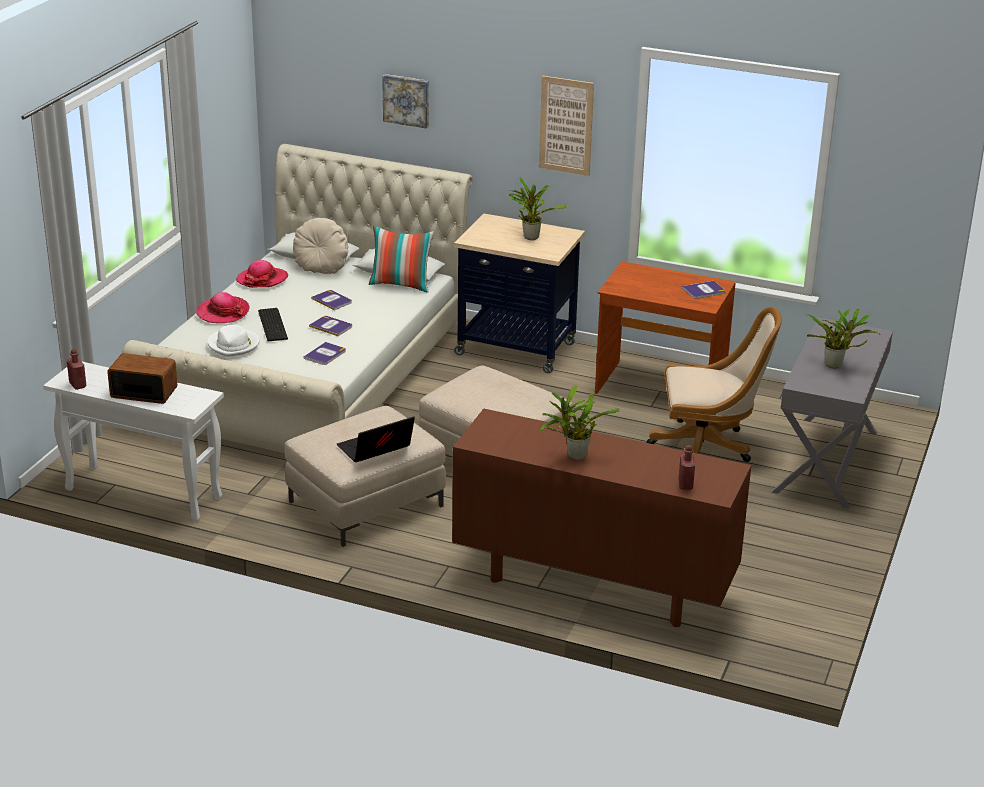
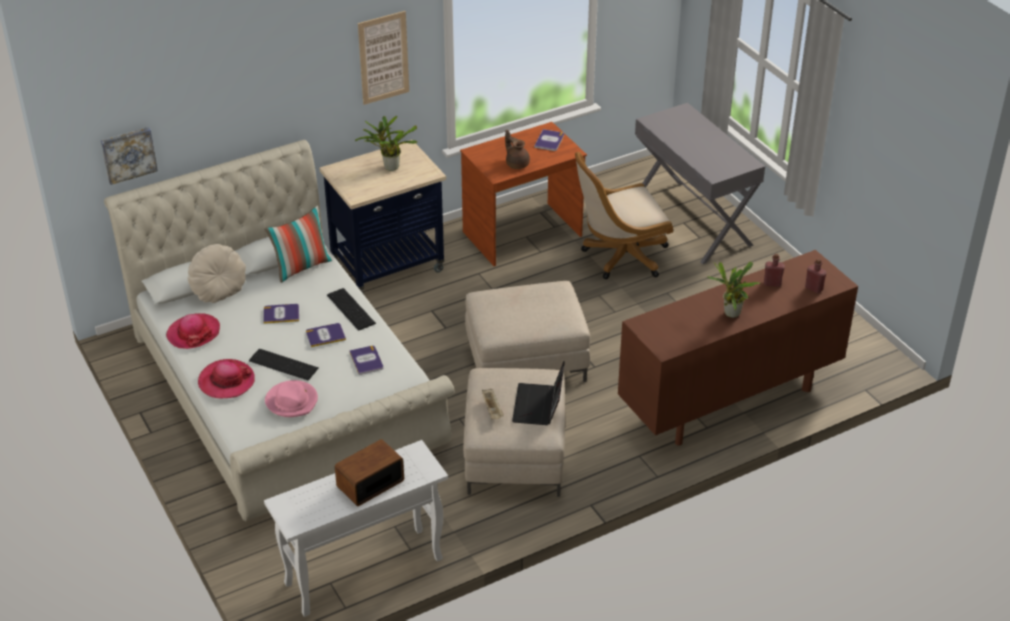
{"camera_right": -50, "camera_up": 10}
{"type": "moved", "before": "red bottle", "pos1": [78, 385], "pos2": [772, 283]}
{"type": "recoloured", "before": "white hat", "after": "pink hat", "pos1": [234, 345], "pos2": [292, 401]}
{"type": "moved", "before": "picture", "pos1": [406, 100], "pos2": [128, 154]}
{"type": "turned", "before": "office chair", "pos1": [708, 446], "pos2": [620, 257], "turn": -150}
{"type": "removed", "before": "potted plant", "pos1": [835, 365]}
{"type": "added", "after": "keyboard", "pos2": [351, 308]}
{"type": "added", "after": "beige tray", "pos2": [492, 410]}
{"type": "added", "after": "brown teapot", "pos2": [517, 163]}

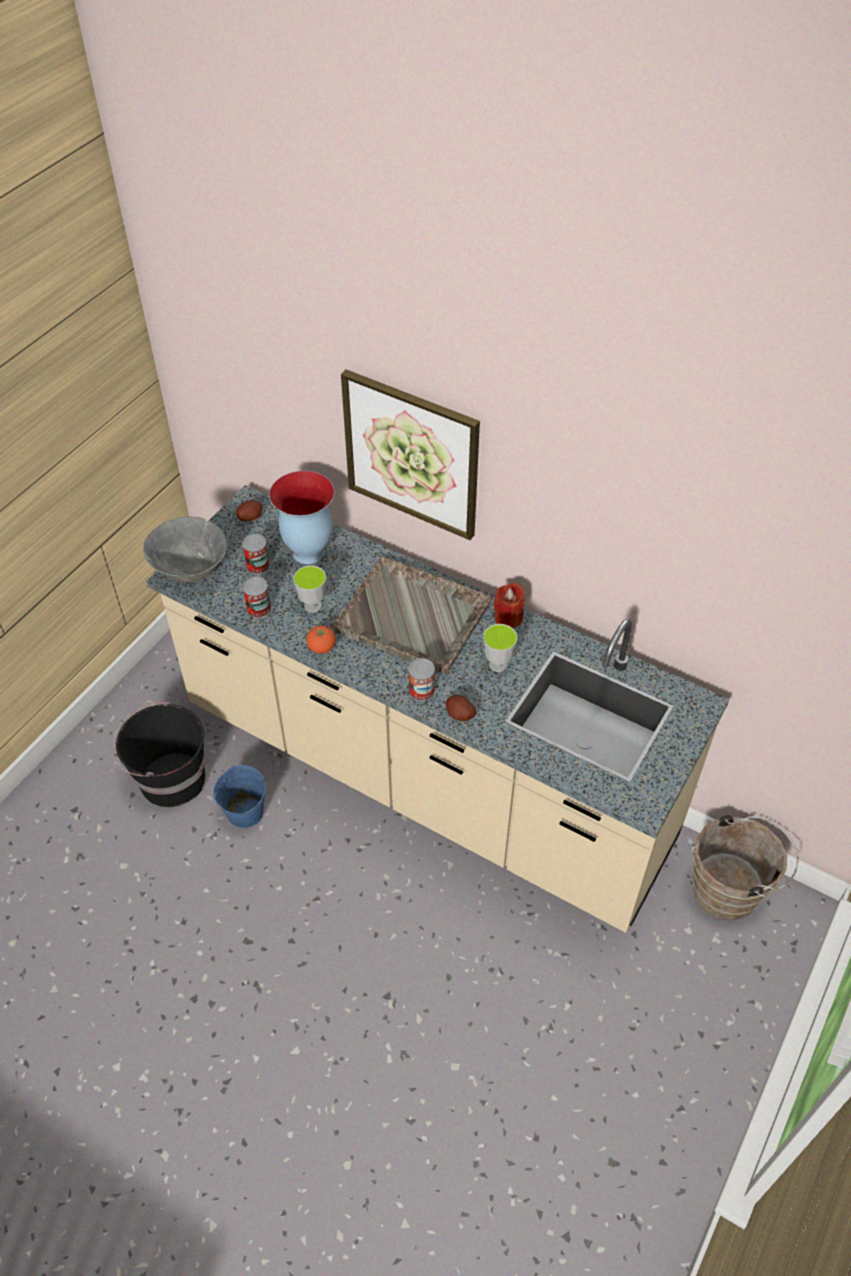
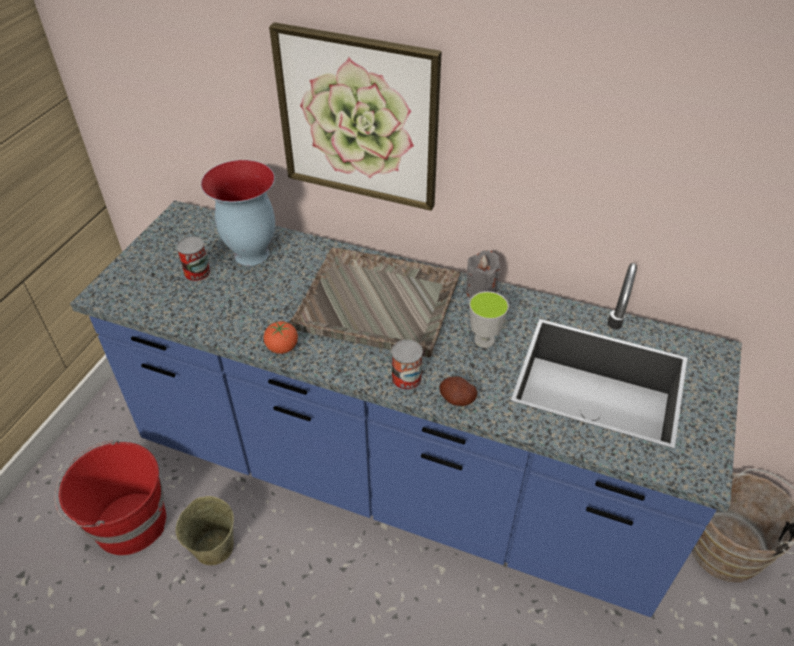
{"camera_right": -10, "camera_up": -5}
{"type": "recoloured", "before": "black bucket", "after": "red bucket", "pos1": [171, 779], "pos2": [129, 523]}
{"type": "removed", "before": "grey bowl", "pos1": [191, 572]}
{"type": "recoloured", "before": "beige counter", "after": "blue counter", "pos1": [425, 776], "pos2": [397, 479]}
{"type": "recoloured", "before": "blue bucket", "after": "beige bucket", "pos1": [245, 811], "pos2": [214, 546]}
{"type": "removed", "before": "potato", "pos1": [250, 517]}
{"type": "removed", "before": "can", "pos1": [259, 608]}
{"type": "removed", "before": "cup", "pos1": [313, 606]}
{"type": "recoloured", "before": "red candle", "after": "grey candle", "pos1": [508, 617], "pos2": [481, 291]}

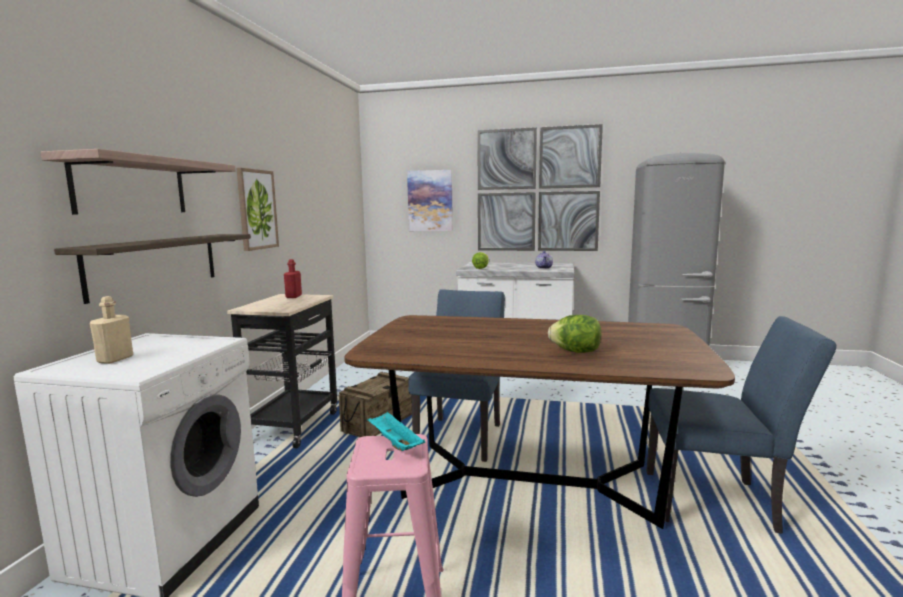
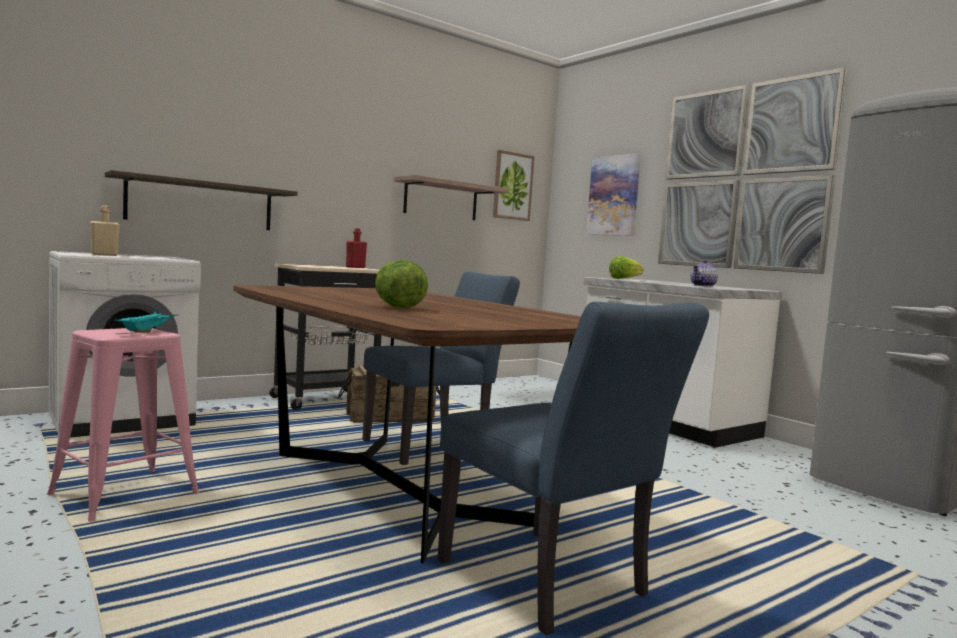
{"camera_right": 40, "camera_up": -5}
{"type": "moved", "before": "shelf", "pos1": [131, 187], "pos2": [441, 200]}
{"type": "moved", "before": "picture", "pos1": [257, 209], "pos2": [512, 186]}

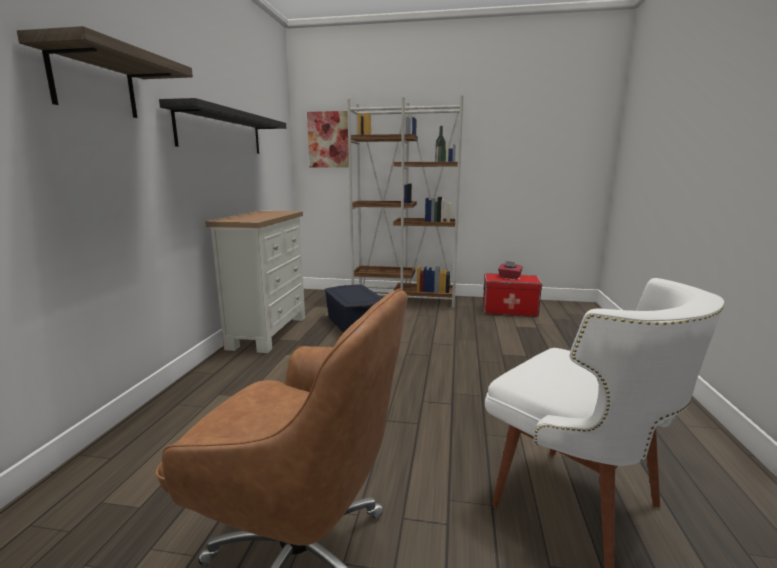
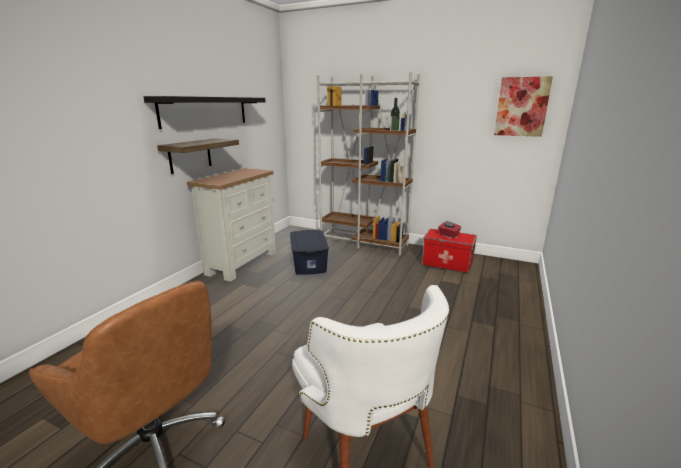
{"camera_right": 15, "camera_up": 5}
{"type": "moved", "before": "shelf", "pos1": [94, 83], "pos2": [190, 155]}
{"type": "moved", "before": "picture", "pos1": [329, 140], "pos2": [521, 107]}

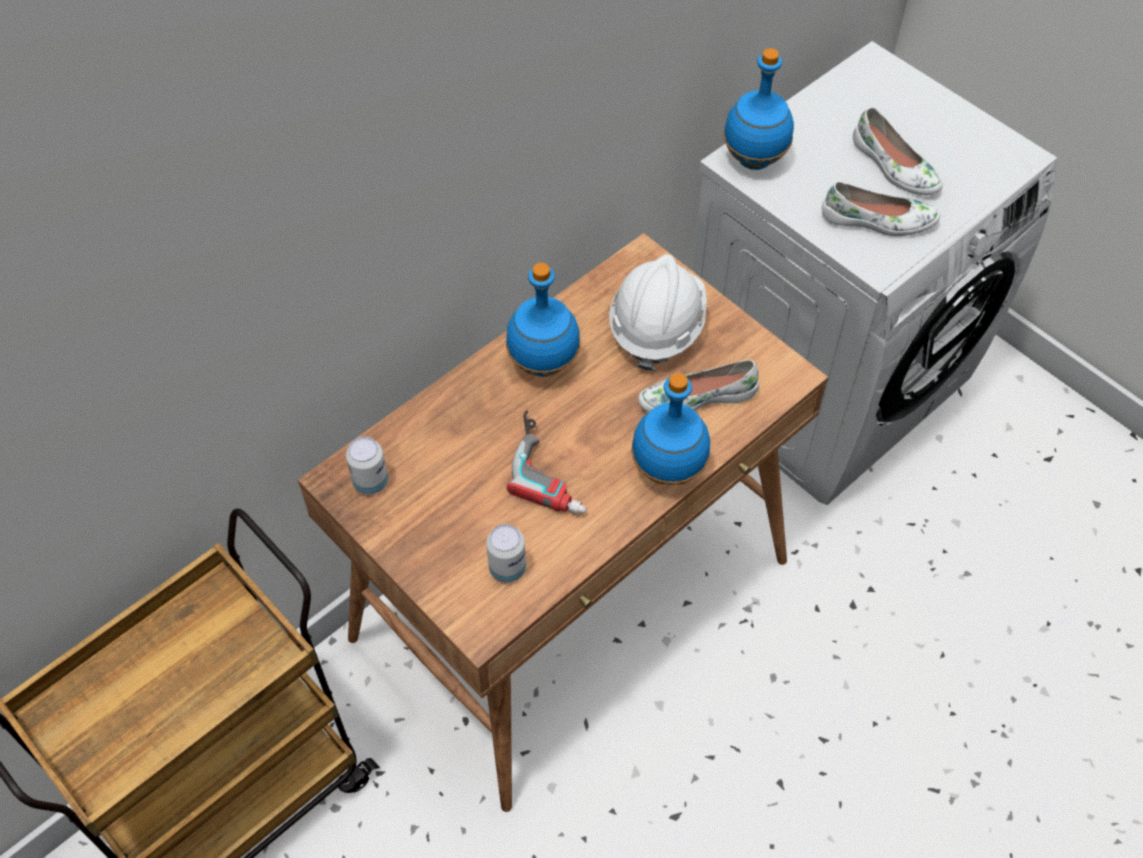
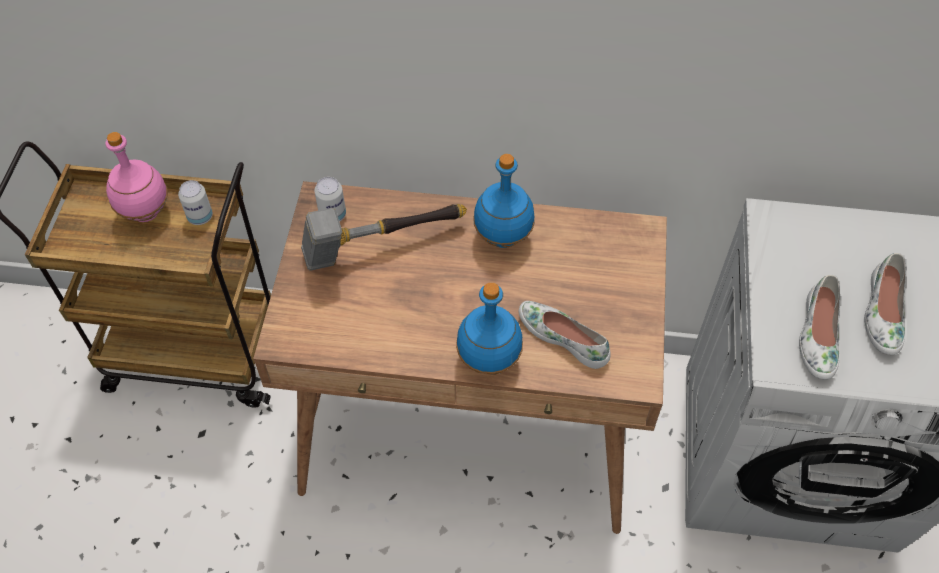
{"camera_right": 50, "camera_up": 0}
{"type": "moved", "before": "can", "pos1": [507, 568], "pos2": [200, 217]}
{"type": "removed", "before": "power drill", "pos1": [553, 468]}
{"type": "removed", "before": "white hard hat", "pos1": [656, 327]}
{"type": "removed", "before": "blue bottle", "pos1": [753, 159]}
{"type": "turned", "before": "white shoe", "pos1": [878, 221], "pos2": [817, 336], "turn": 45}
{"type": "added", "after": "pink bottle", "pos2": [146, 212]}
{"type": "added", "after": "hammer", "pos2": [381, 248]}

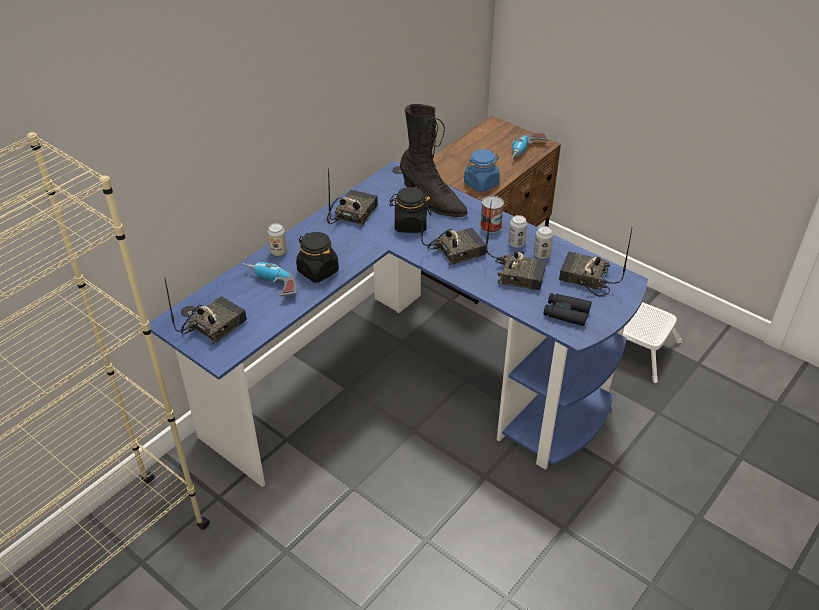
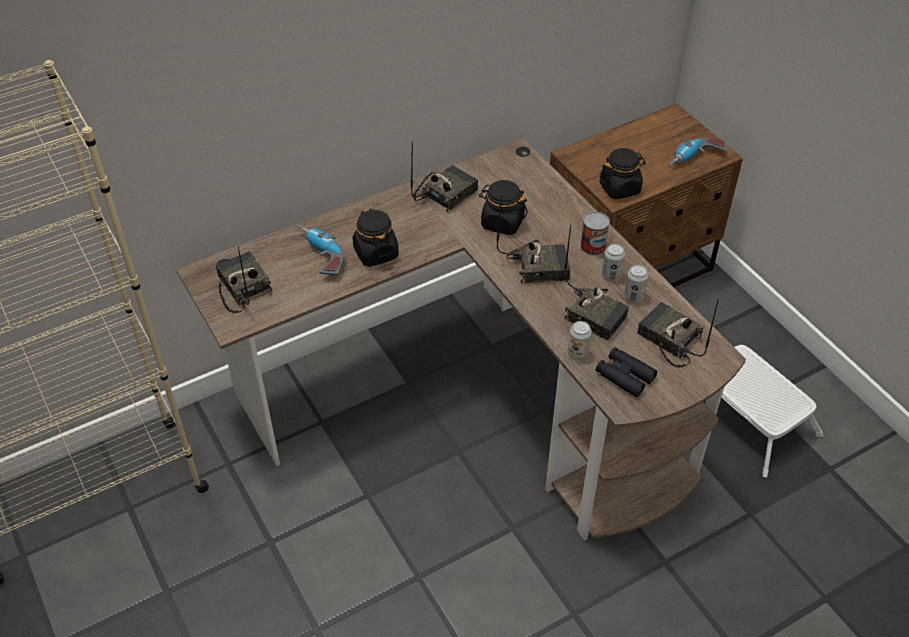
{"camera_right": 20, "camera_up": 5}
{"type": "recoloured", "before": "blue desk", "after": "brown desk", "pos1": [409, 384], "pos2": [477, 397]}
{"type": "turned", "before": "radio", "pos1": [214, 325], "pos2": [241, 287], "turn": -90}
{"type": "moved", "before": "can", "pos1": [278, 252], "pos2": [577, 353]}
{"type": "removed", "before": "black boot", "pos1": [432, 201]}
{"type": "recoloured", "before": "blue jar", "after": "black jar", "pos1": [481, 184], "pos2": [620, 188]}

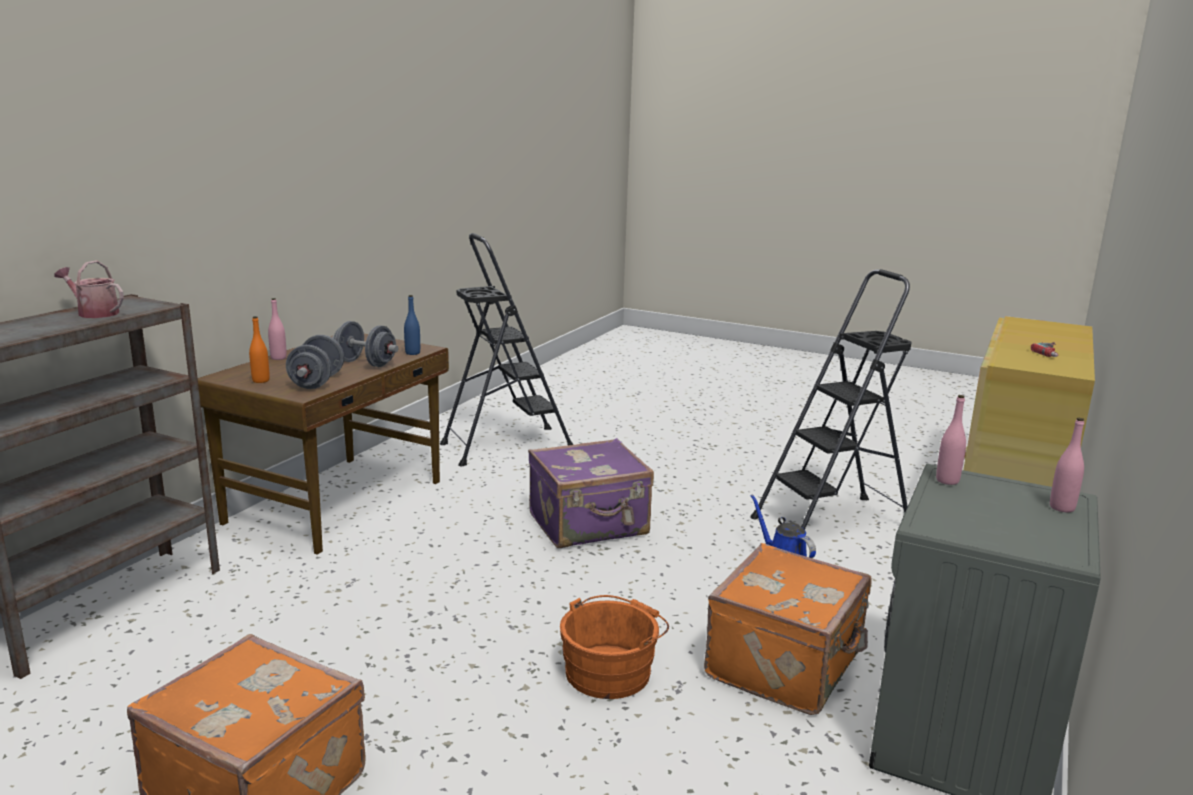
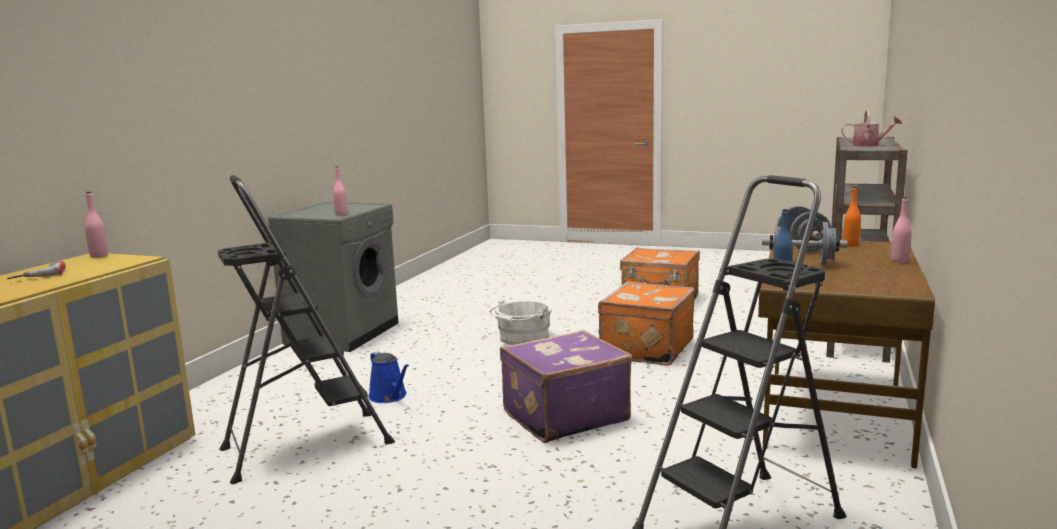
{"camera_right": 175, "camera_up": -5}
{"type": "recoloured", "before": "orange bucket", "after": "white bucket", "pos1": [611, 670], "pos2": [522, 339]}
{"type": "moved", "before": "orange suitcase", "pos1": [787, 665], "pos2": [645, 349]}
{"type": "moved", "before": "pink bottle", "pos1": [1062, 508], "pos2": [99, 256]}

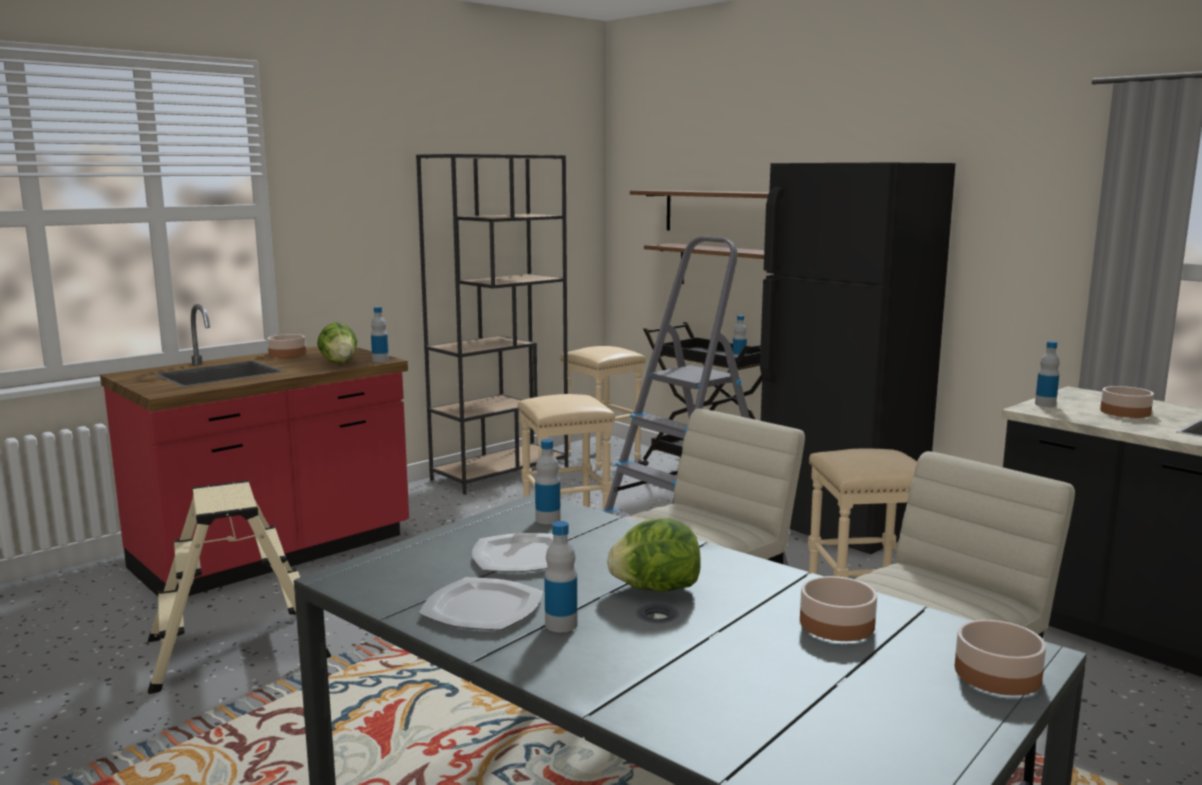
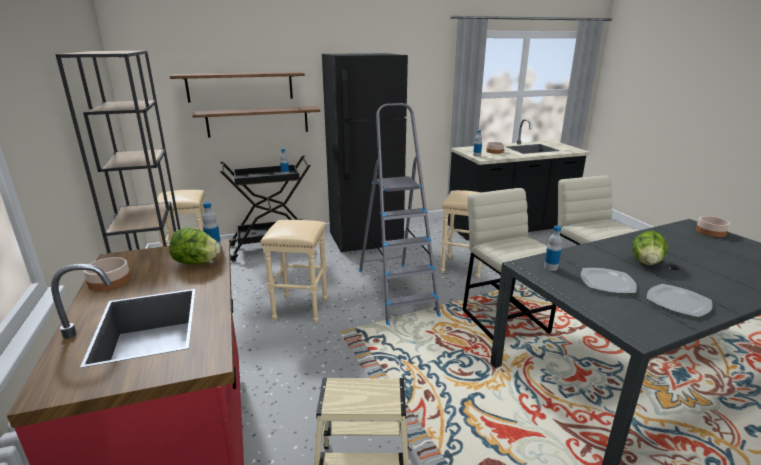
{"camera_right": -65, "camera_up": 10}
{"type": "removed", "before": "bottle", "pos1": [561, 624]}
{"type": "removed", "before": "bowl", "pos1": [836, 624]}

